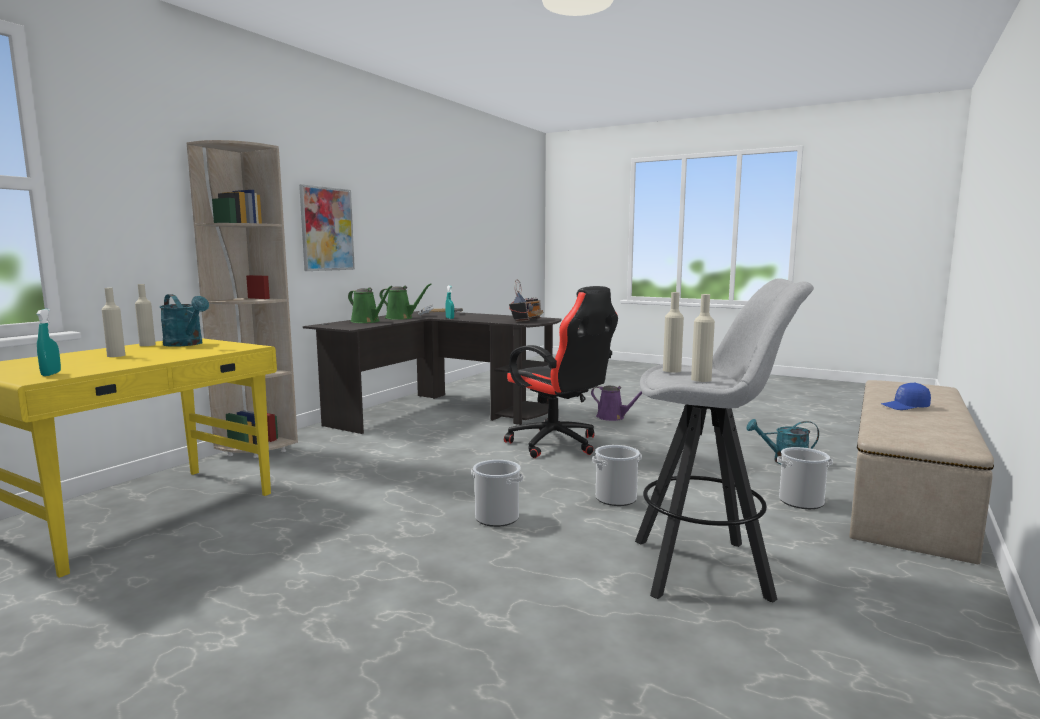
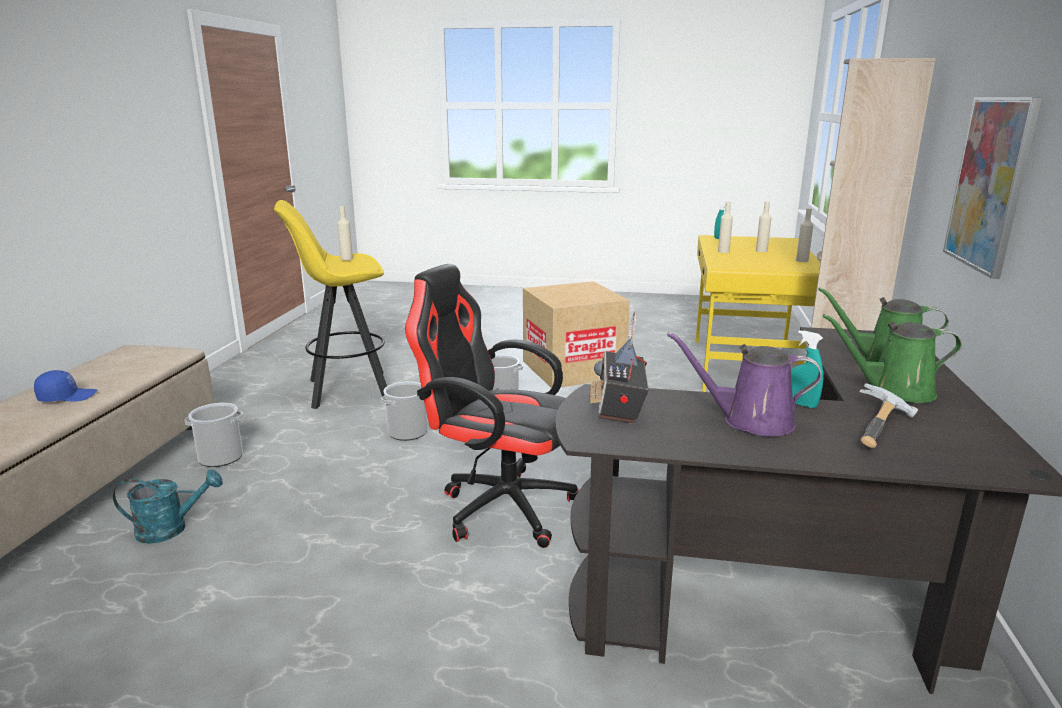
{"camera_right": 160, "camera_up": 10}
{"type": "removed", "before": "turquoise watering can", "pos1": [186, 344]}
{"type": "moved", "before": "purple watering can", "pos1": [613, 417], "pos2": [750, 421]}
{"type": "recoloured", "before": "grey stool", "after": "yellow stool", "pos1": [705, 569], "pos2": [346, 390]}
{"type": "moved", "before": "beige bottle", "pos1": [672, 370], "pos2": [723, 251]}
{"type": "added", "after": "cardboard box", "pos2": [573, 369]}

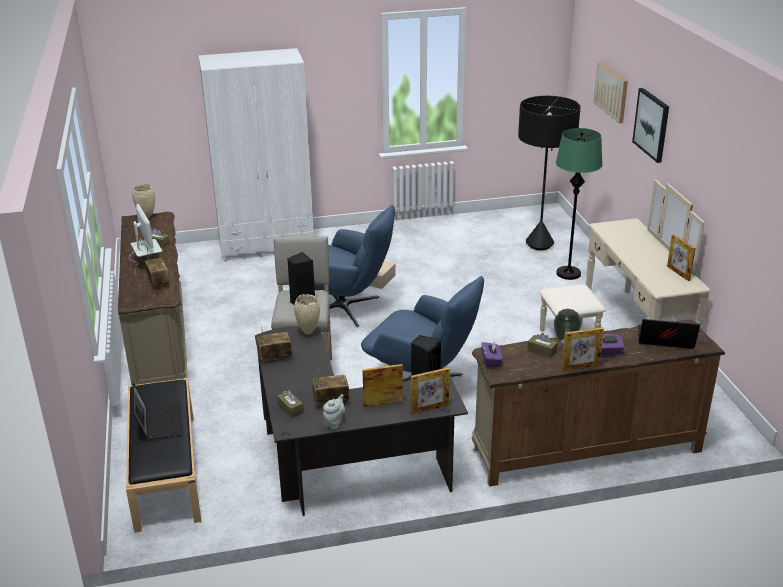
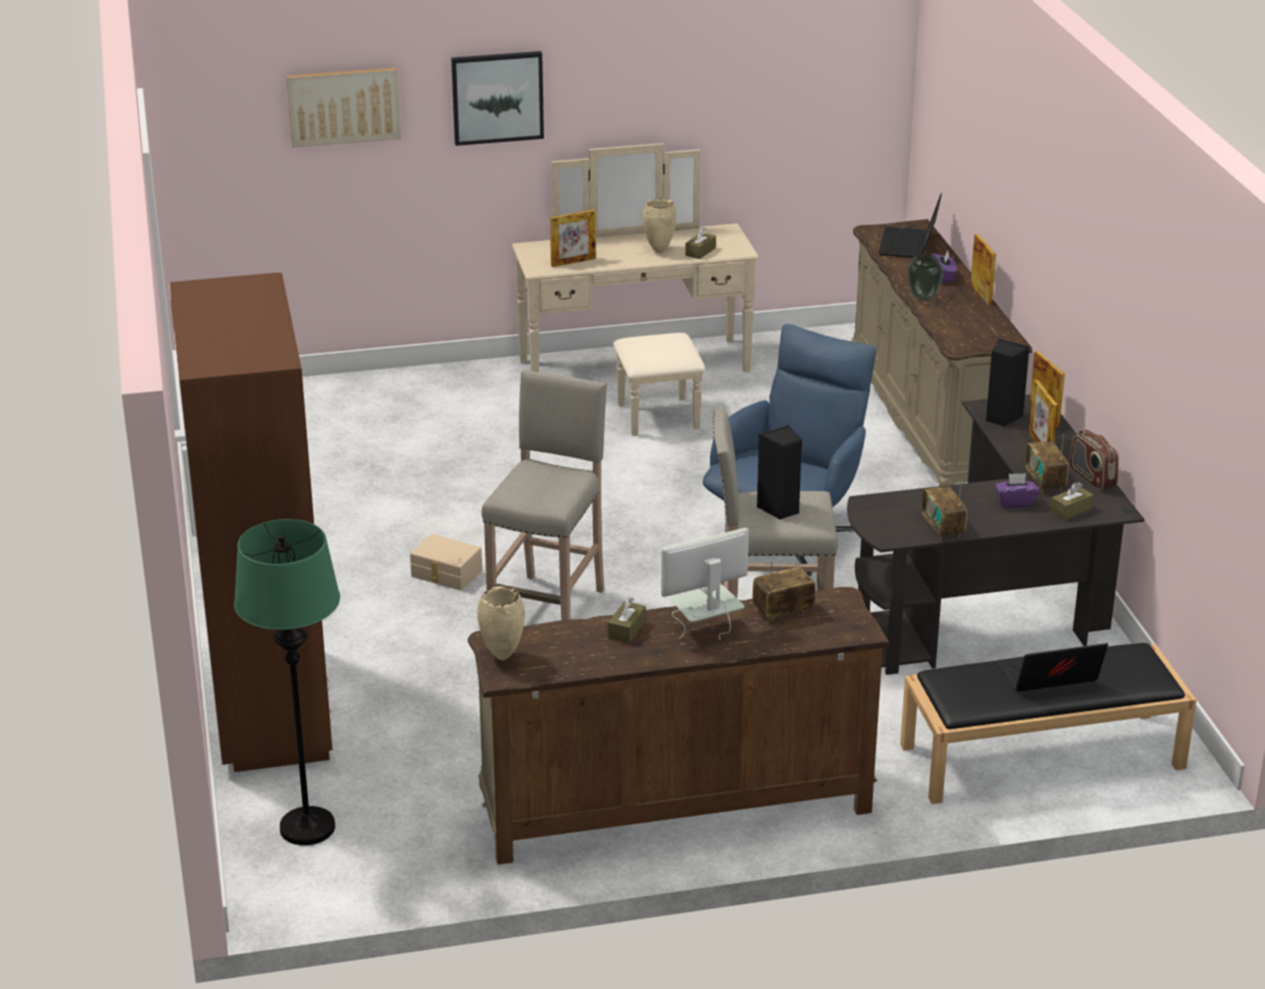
{"camera_right": -90, "camera_up": 0}
{"type": "recoloured", "before": "white wardrobe", "after": "brown wardrobe", "pos1": [267, 246], "pos2": [271, 708]}
{"type": "moved", "before": "beige vase", "pos1": [309, 332], "pos2": [659, 250]}
{"type": "replaced", "before": "blue armchair", "after": "beige stool", "pos1": [344, 308], "pos2": [549, 607]}
{"type": "replaced", "before": "grey teapot", "after": "radio", "pos1": [334, 422], "pos2": [1091, 478]}
{"type": "moved", "before": "purple tissue box", "pos1": [491, 361], "pos2": [1015, 502]}
{"type": "removed", "before": "black floor lamp", "pos1": [539, 245]}
{"type": "moved", "before": "brown tissue box", "pos1": [542, 351], "pos2": [700, 252]}
{"type": "moved", "before": "green floor lamp", "pos1": [568, 274], "pos2": [308, 828]}
{"type": "moved", "before": "picture frame", "pos1": [678, 273], "pos2": [573, 262]}

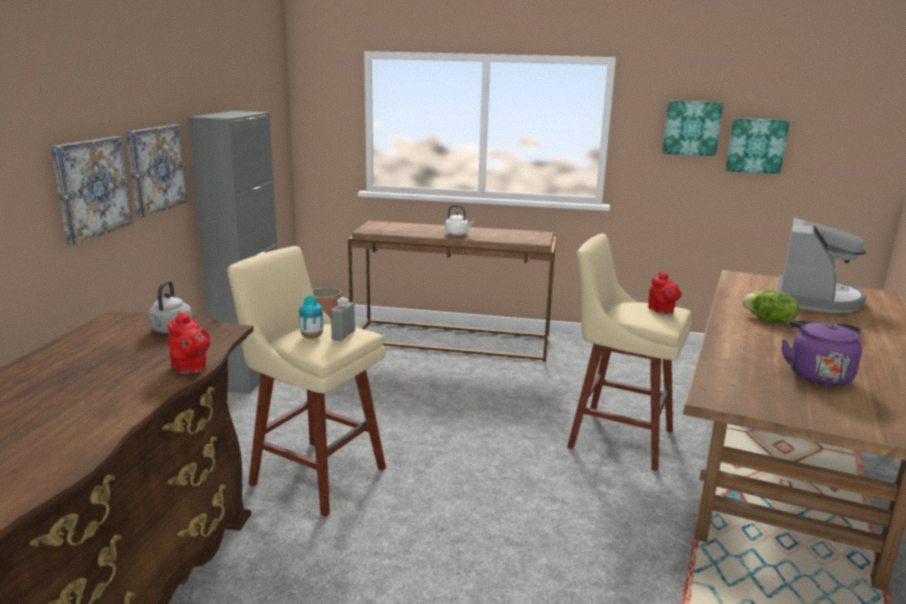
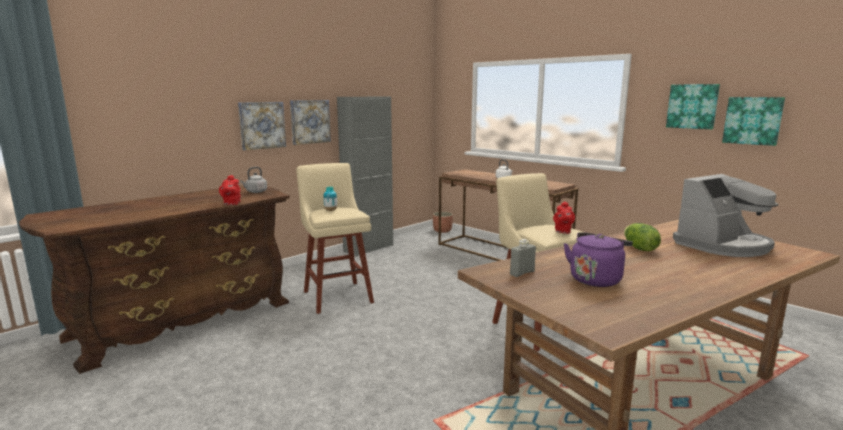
{"camera_right": 35, "camera_up": -5}
{"type": "moved", "before": "grey bottle", "pos1": [343, 335], "pos2": [522, 273]}

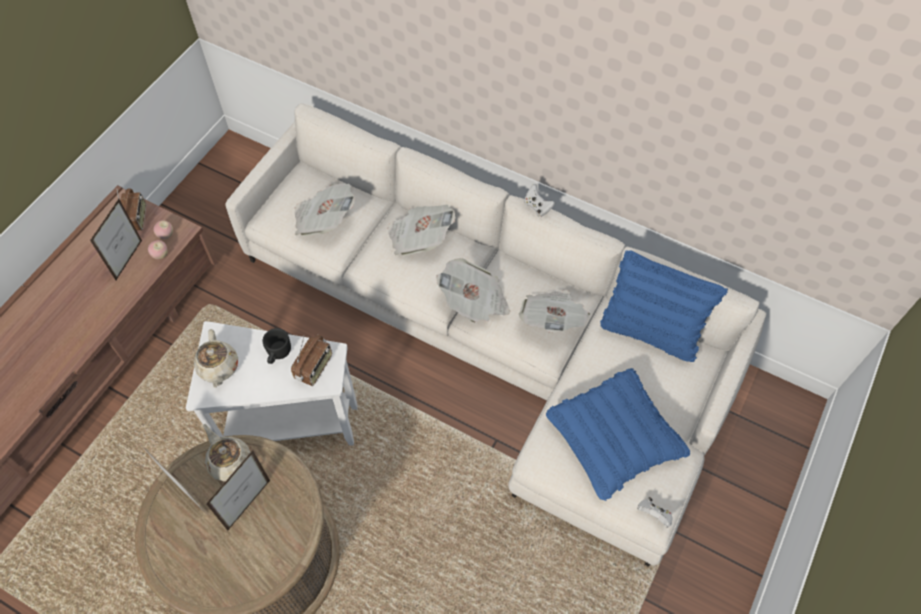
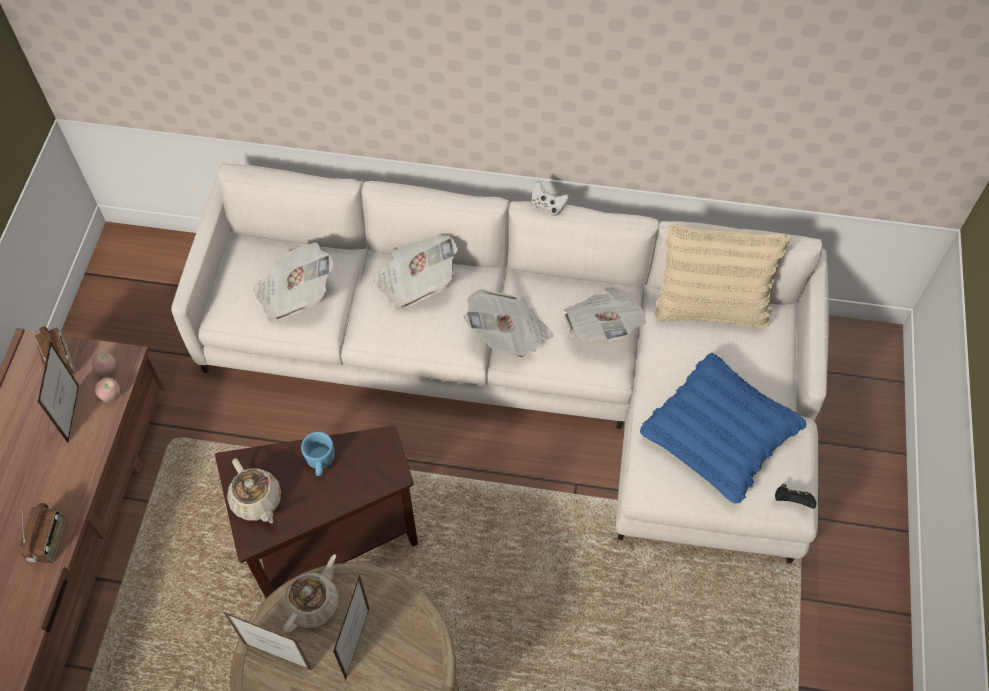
{"camera_right": -20, "camera_up": 0}
{"type": "recoloured", "before": "white side table", "after": "brown side table", "pos1": [286, 423], "pos2": [328, 546]}
{"type": "turned", "before": "beige teapot", "pos1": [230, 461], "pos2": [313, 603], "turn": 90}
{"type": "recoloured", "before": "black mug", "after": "blue mug", "pos1": [277, 354], "pos2": [320, 462]}
{"type": "moved", "before": "radio", "pos1": [314, 368], "pos2": [48, 541]}
{"type": "recoloured", "before": "blue pillow", "after": "beige pillow", "pos1": [650, 332], "pos2": [711, 308]}
{"type": "recoloured", "before": "white game controller", "after": "black game controller", "pos1": [654, 514], "pos2": [792, 501]}

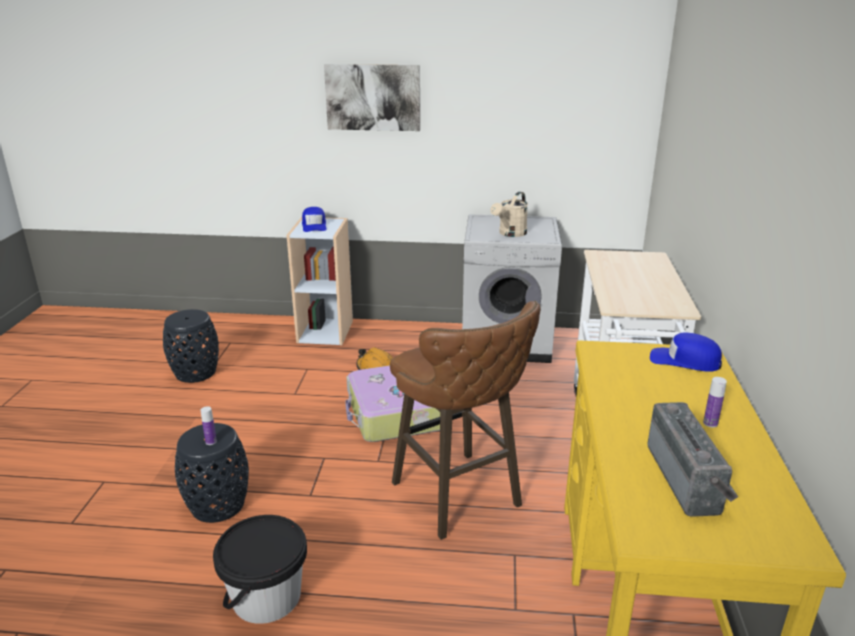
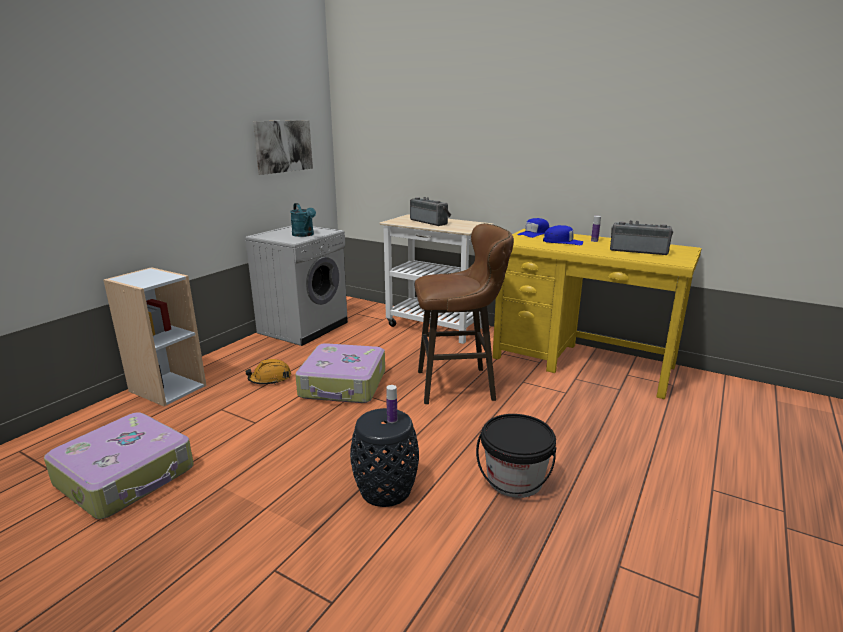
{"camera_right": -65, "camera_up": -5}
{"type": "replaced", "before": "black stool", "after": "suitcase", "pos1": [196, 373], "pos2": [127, 476]}
{"type": "moved", "before": "blue cap", "pos1": [314, 225], "pos2": [563, 242]}
{"type": "moved", "before": "picture", "pos1": [373, 97], "pos2": [283, 146]}
{"type": "recoloured", "before": "beige watering can", "after": "turquoise watering can", "pos1": [510, 234], "pos2": [304, 235]}
{"type": "added", "after": "radio", "pos2": [430, 222]}

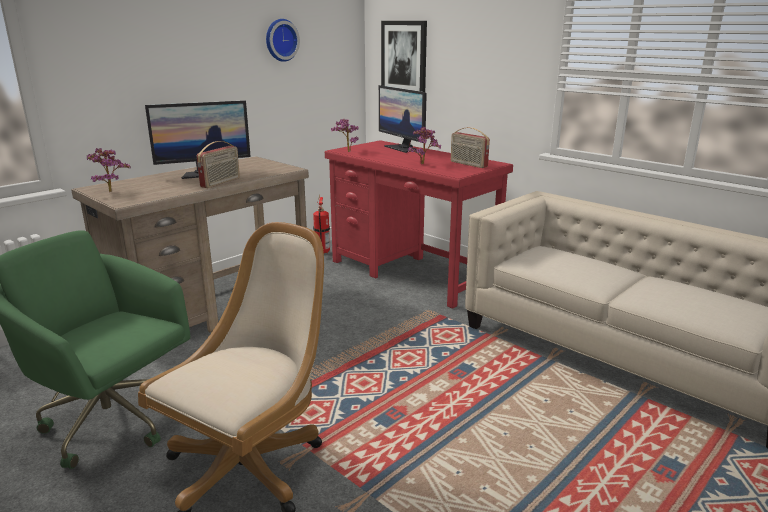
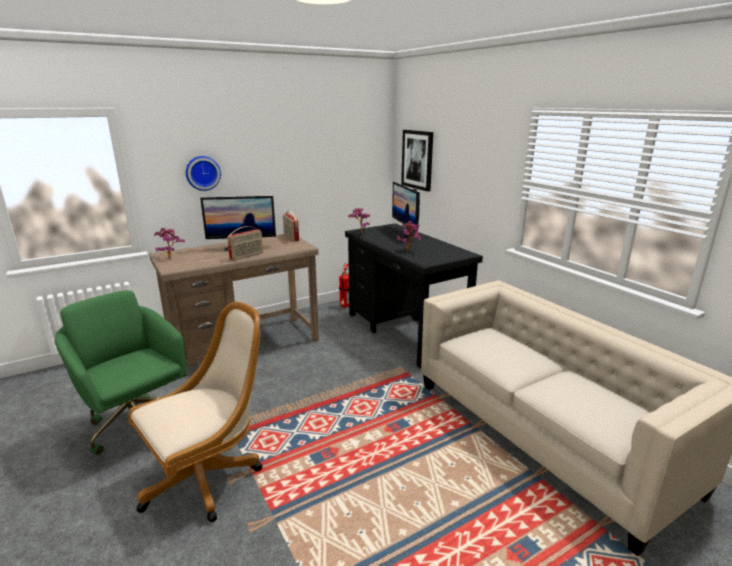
{"camera_right": 15, "camera_up": 0}
{"type": "moved", "before": "wall clock", "pos1": [280, 40], "pos2": [202, 173]}
{"type": "recoloured", "before": "red desk", "after": "black desk", "pos1": [413, 272], "pos2": [405, 331]}
{"type": "moved", "before": "radio", "pos1": [468, 164], "pos2": [291, 237]}

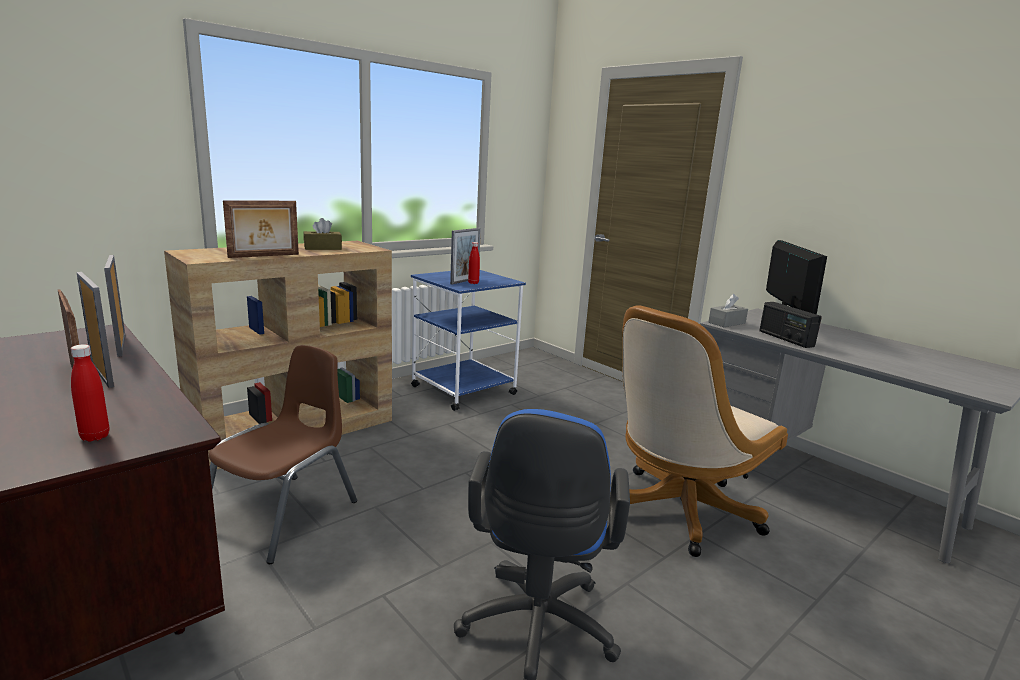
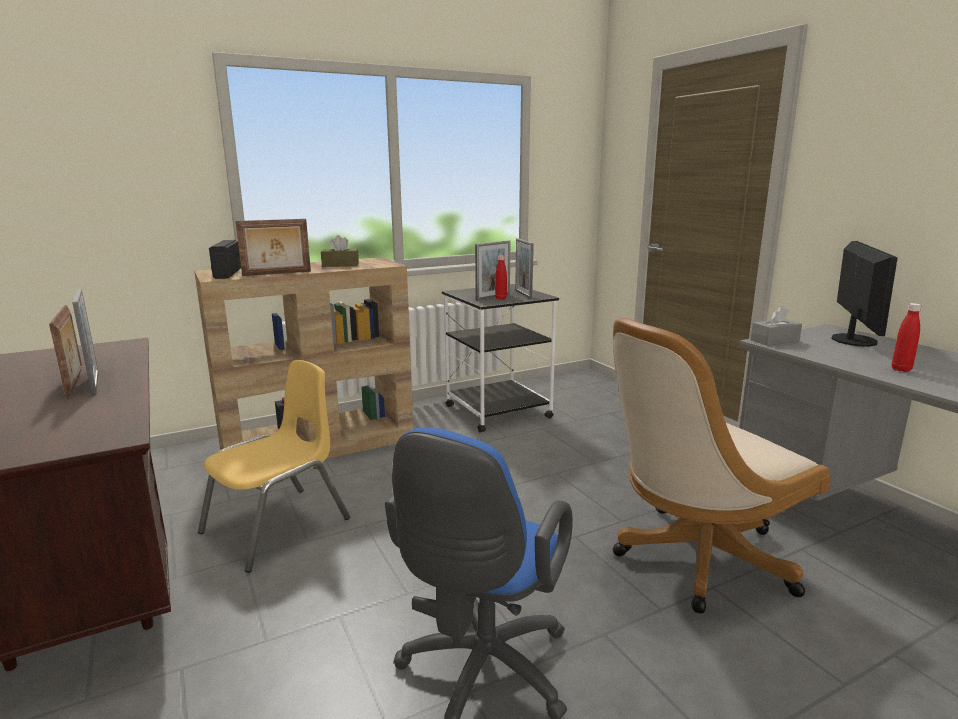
{"camera_right": 15, "camera_up": 0}
{"type": "moved", "before": "red bottle", "pos1": [95, 436], "pos2": [901, 369]}
{"type": "moved", "before": "picture frame", "pos1": [121, 345], "pos2": [523, 294]}
{"type": "recoloured", "before": "brown chair", "after": "yellow chair", "pos1": [283, 515], "pos2": [277, 526]}
{"type": "recoloured", "before": "blue cart", "after": "black cart", "pos1": [465, 389], "pos2": [499, 411]}
{"type": "moved", "before": "radio", "pos1": [785, 339], "pos2": [227, 274]}

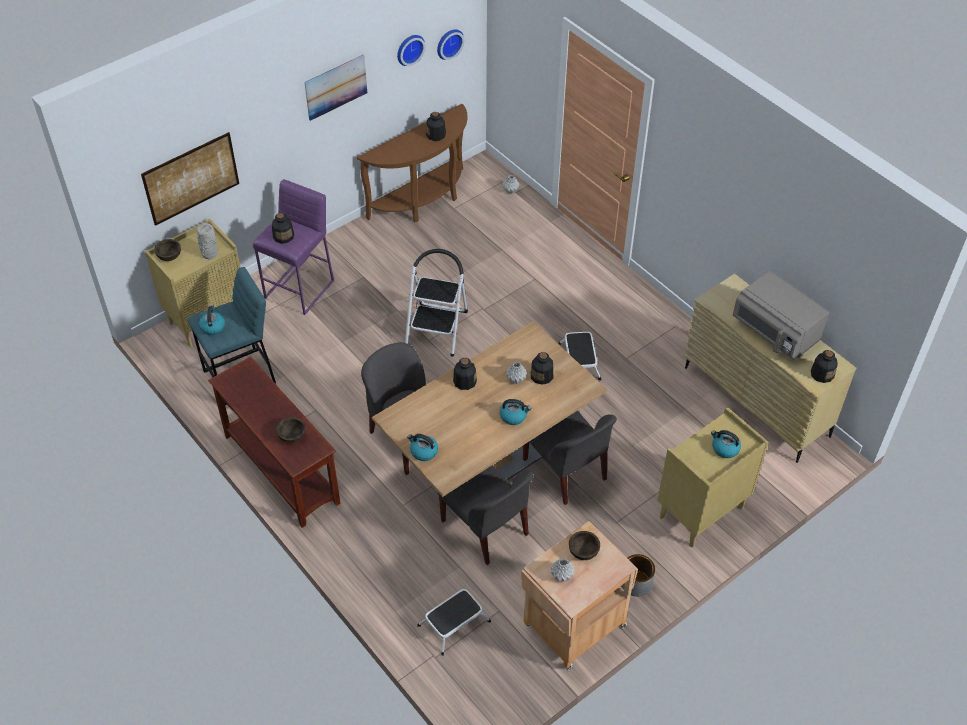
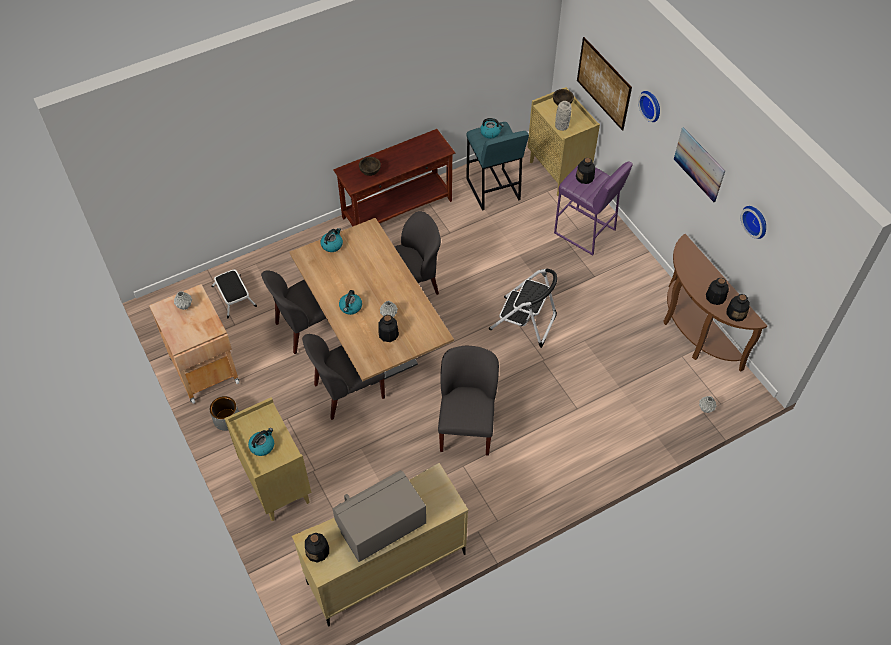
{"camera_right": 100, "camera_up": 5}
{"type": "moved", "before": "wall clock", "pos1": [448, 43], "pos2": [651, 105]}
{"type": "moved", "before": "bottle", "pos1": [464, 381], "pos2": [736, 313]}
{"type": "replaced", "before": "black step ladder", "after": "grey chair", "pos1": [579, 361], "pos2": [466, 426]}
{"type": "removed", "before": "brown bowl", "pos1": [583, 551]}

